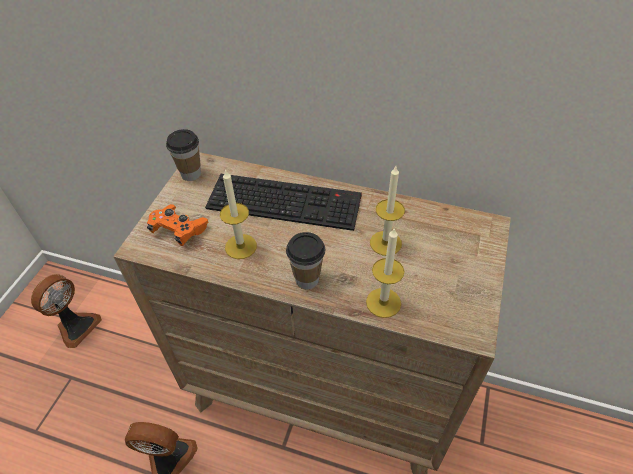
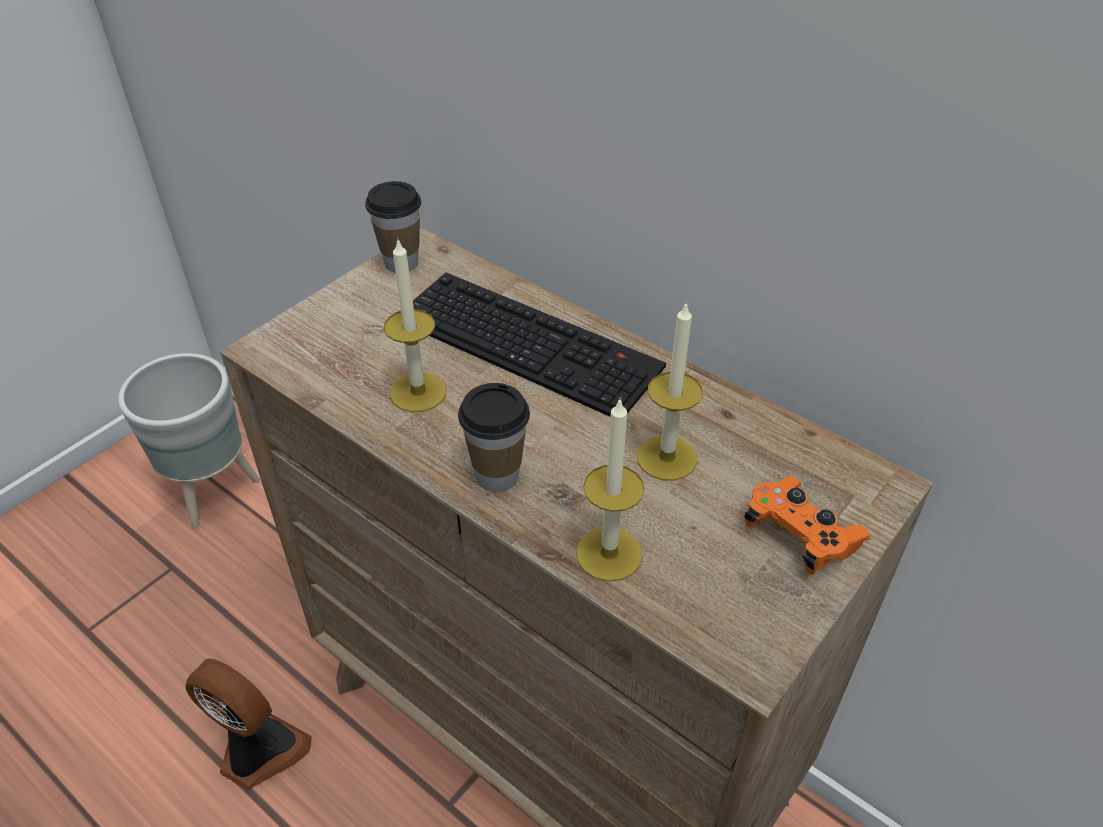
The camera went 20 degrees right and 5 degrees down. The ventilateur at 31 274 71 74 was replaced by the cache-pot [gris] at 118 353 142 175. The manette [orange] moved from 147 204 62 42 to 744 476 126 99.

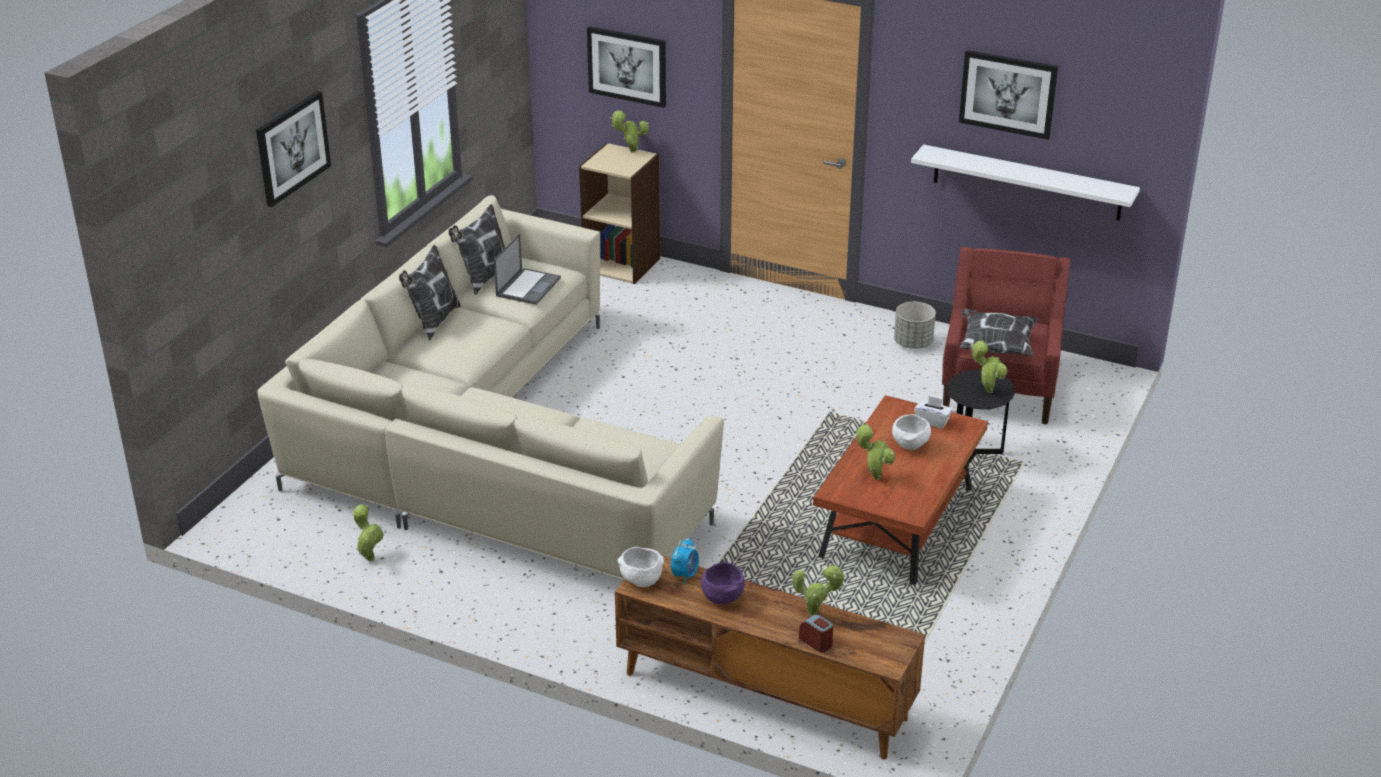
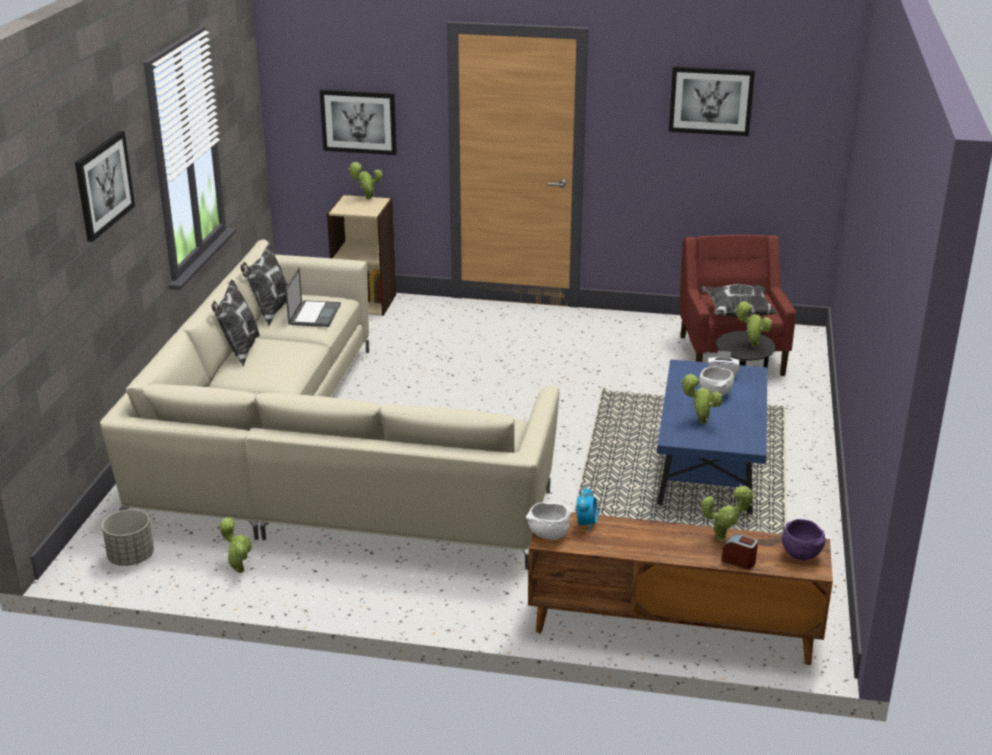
The camera went 15 degrees left and 5 degrees down. The bol [violet] moved from 701 562 44 42 to 782 519 43 41. The table basse [marron] at 813 395 175 190 became the table basse [bleu] at 657 359 111 155. The cache-pot [gris] moved from 894 302 42 47 to 102 509 52 57. The étagère [blanc] at 911 144 229 77 disappeared.

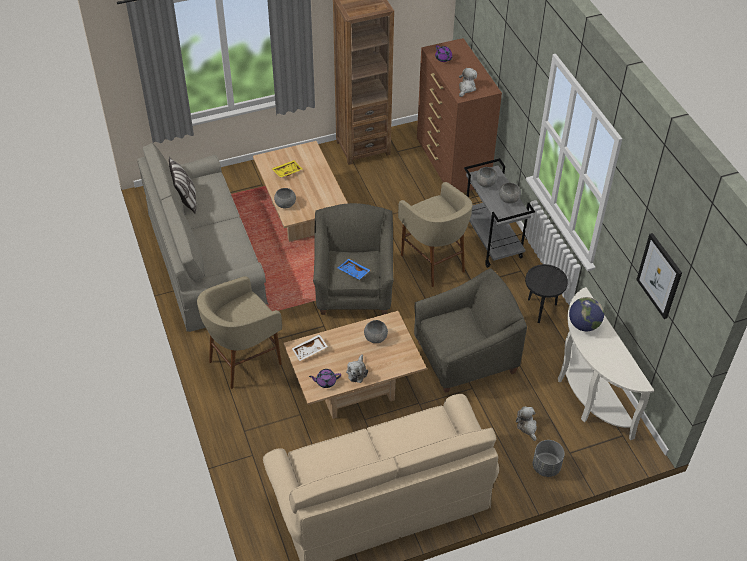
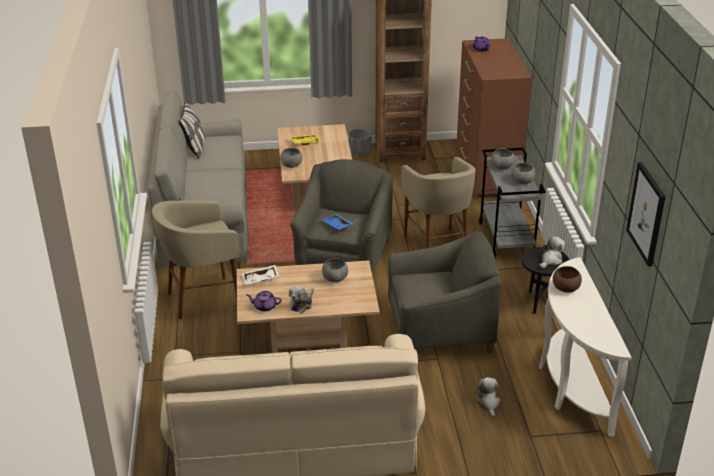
The camera went 15 degrees right and 15 degrees down. The peluche moved from 459 68 18 29 to 540 236 25 32. The cache-pot [gris] moved from 533 440 32 37 to 348 129 24 27. The globe at 569 297 35 34 was replaced by the bol [marron] at 553 266 29 27.

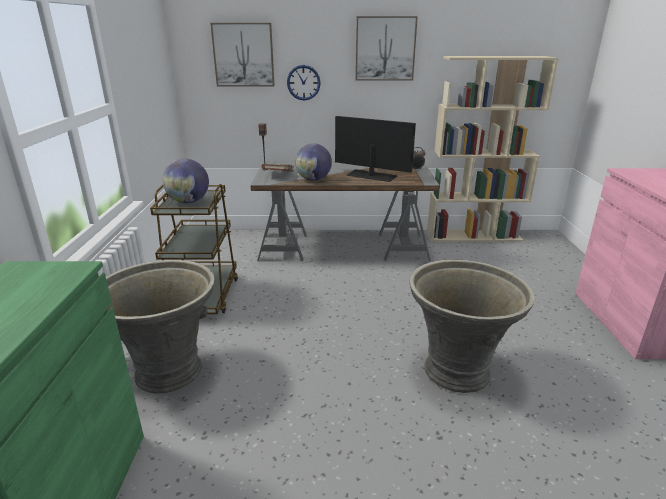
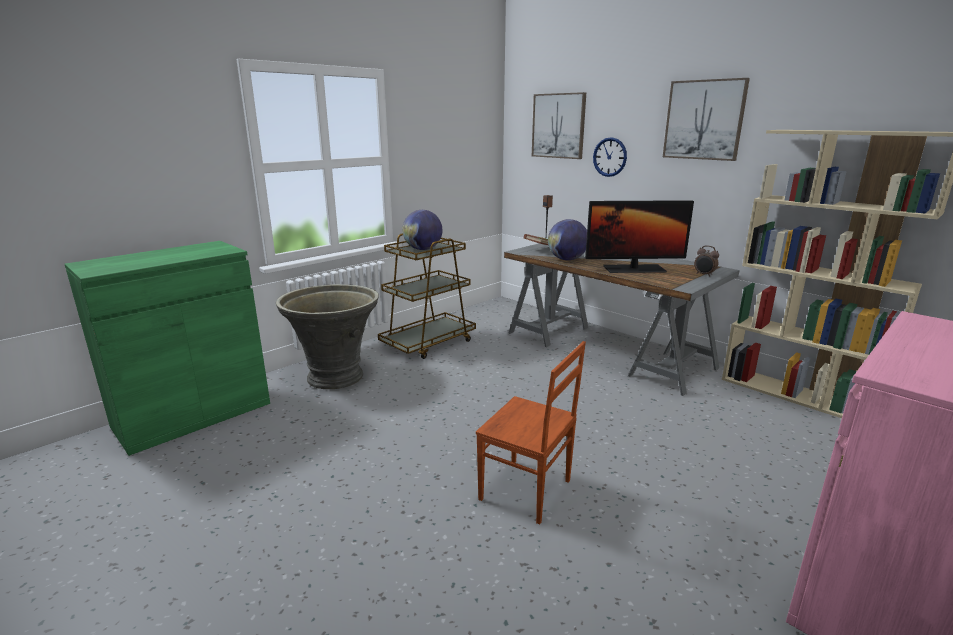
The camera went 45 degrees right and 5 degrees down. The écran d'ordinateur at 335 116 81 66 turned 105 degrees clockwise. The cache-pot [gris] at 409 260 126 133 was replaced by the chaise [marron] at 476 341 110 184.

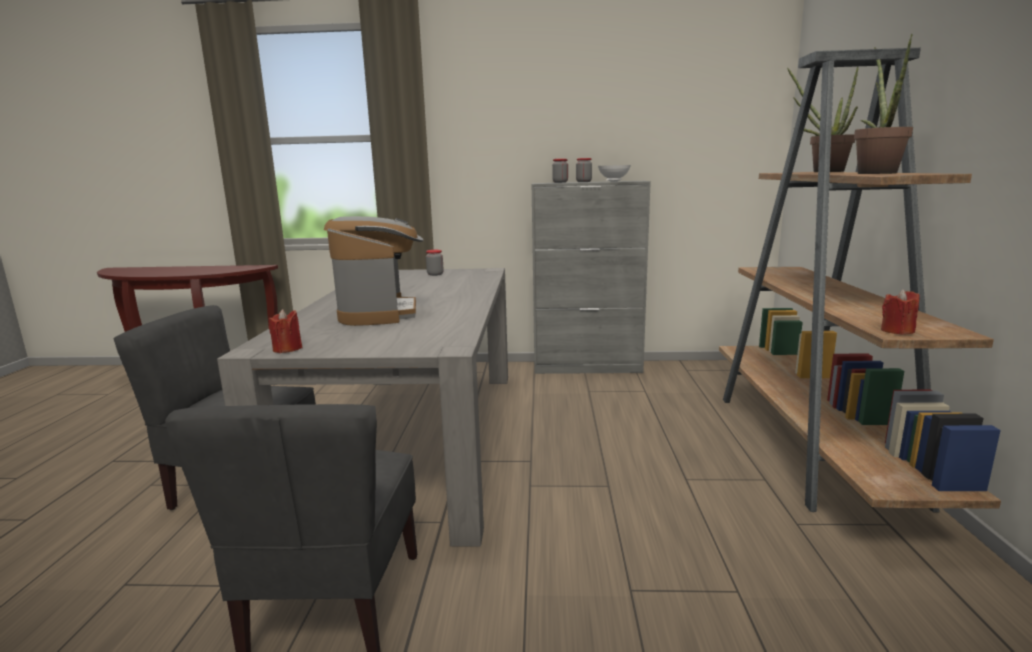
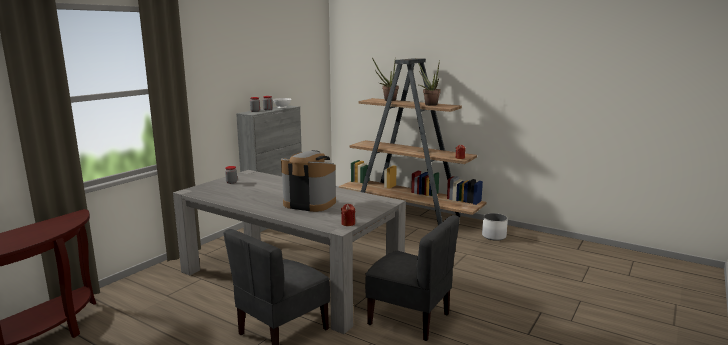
The camera went 60 degrees left and 0 degrees up. The cache-pot [blanc] at 482 213 26 28 appeared.

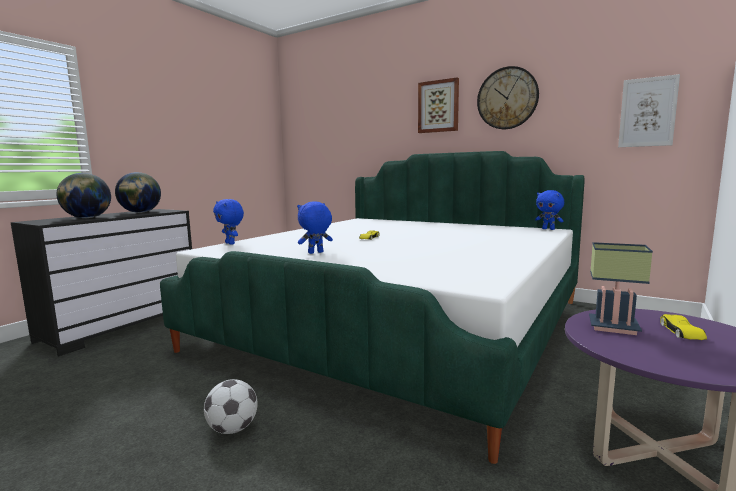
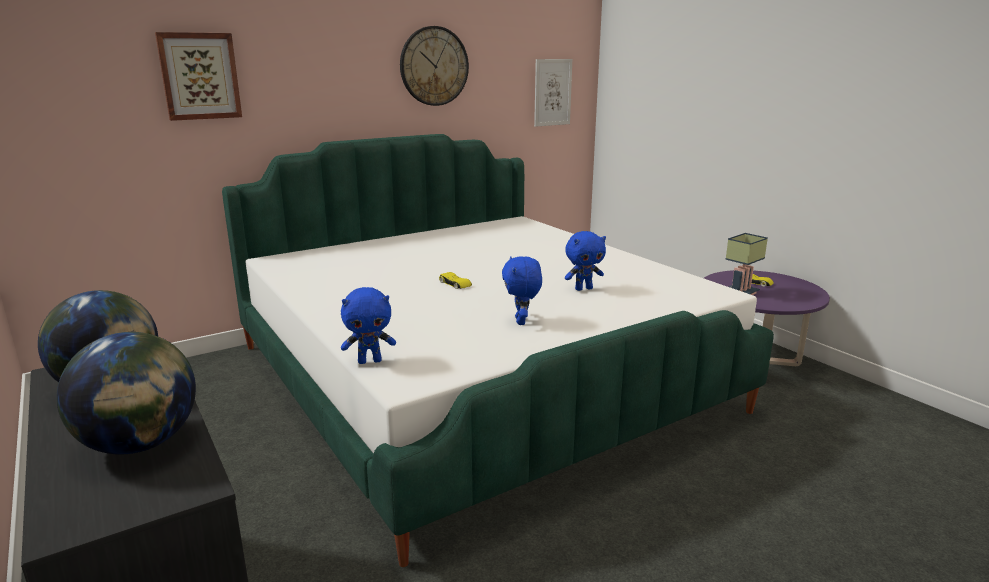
The camera went 65 degrees left and 10 degrees up. The ballon de foot at 204 379 54 55 disappeared. The tableau moved from 418 77 41 56 to 155 32 87 89. The peluche [bleu] moved from 535 190 29 40 to 565 231 41 60.

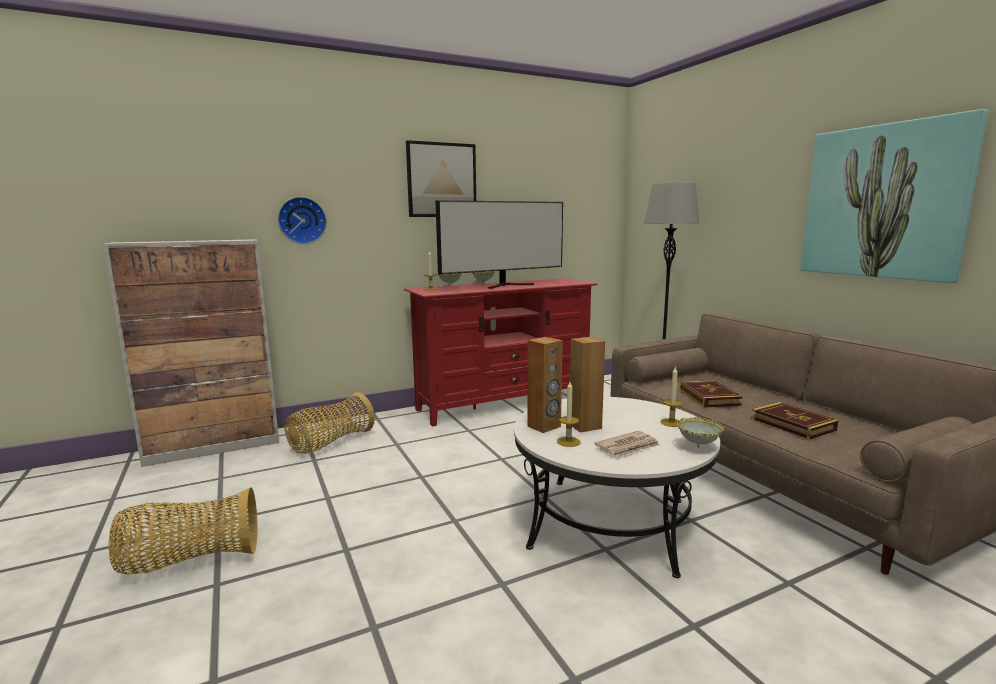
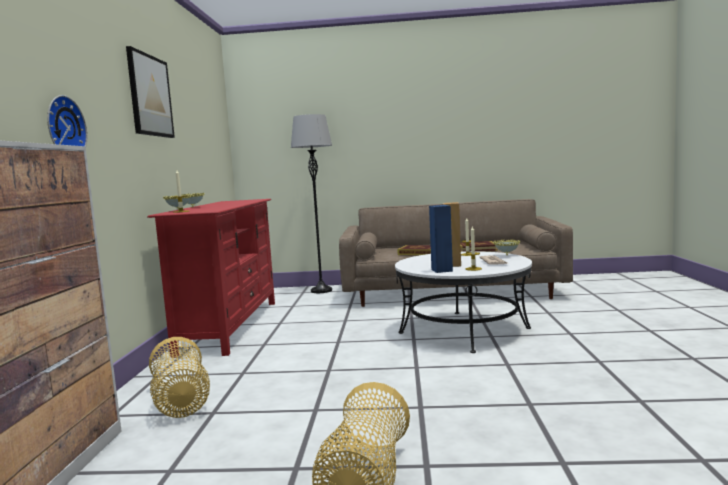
The camera went 60 degrees left and 5 degrees down. The téléviseur at 435 200 128 89 disappeared. The enceinte [marron] at 527 337 36 96 became the enceinte [bleu] at 429 205 24 68. The tableau at 800 109 189 174 disappeared.

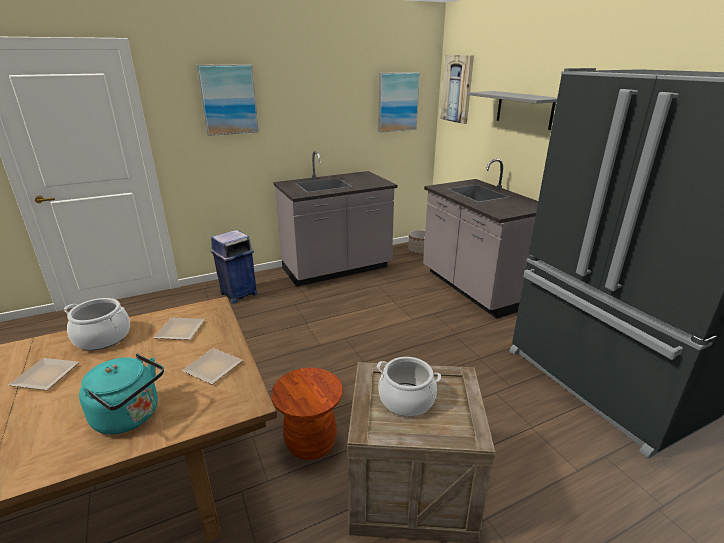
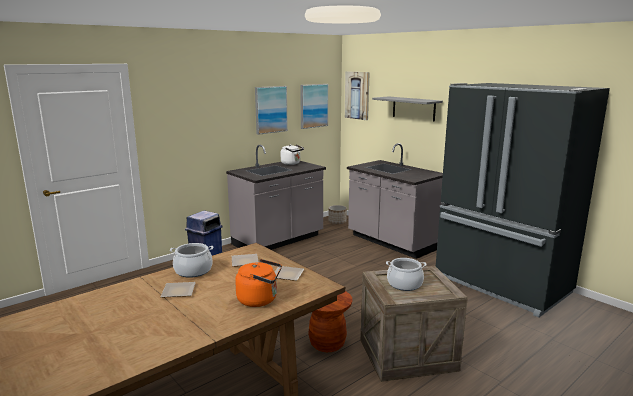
The camera went 15 degrees left and 10 degrees down. The bouilloire [turquoise] at 79 353 85 82 became the bouilloire [orange] at 235 259 47 48. The tableau moved from 197 64 62 72 to 255 86 33 49. The bouilloire [blanc] at 281 144 23 21 appeared.

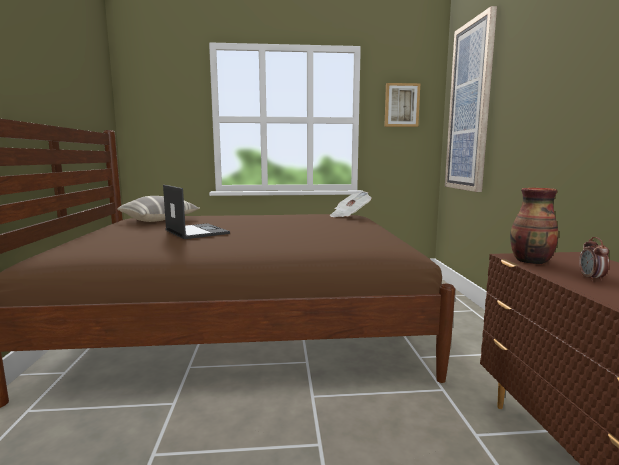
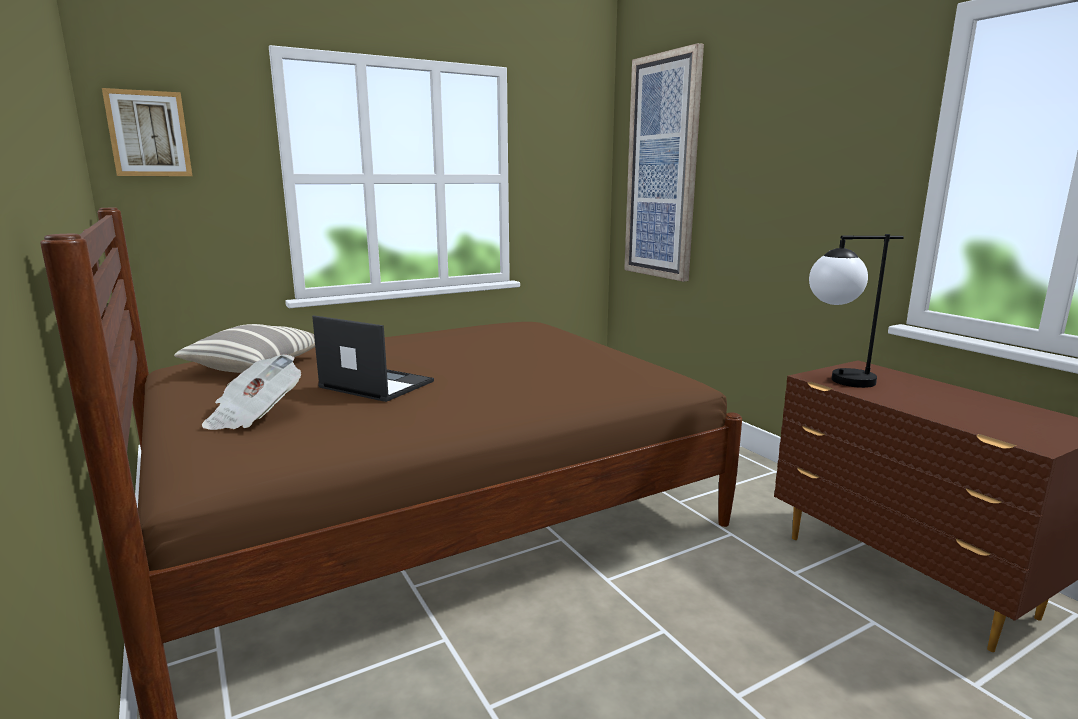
The camera went 25 degrees left and 5 degrees up. The journal moved from 329 192 43 25 to 202 354 99 76. The tableau moved from 384 83 36 44 to 102 88 90 88. The vase at 510 188 48 77 was replaced by the lampe de table at 809 234 95 154. The réveil at 579 237 30 45 disappeared.

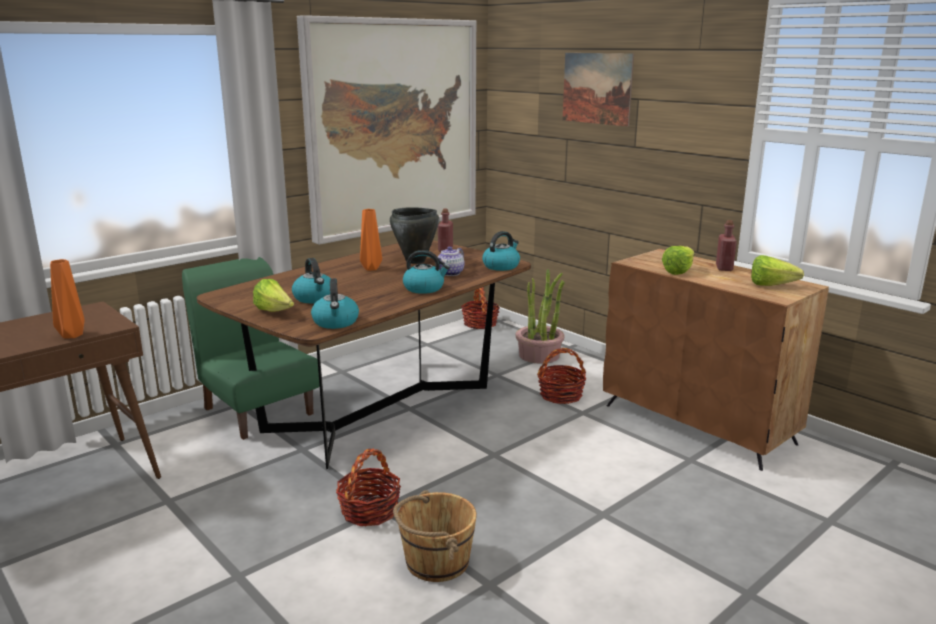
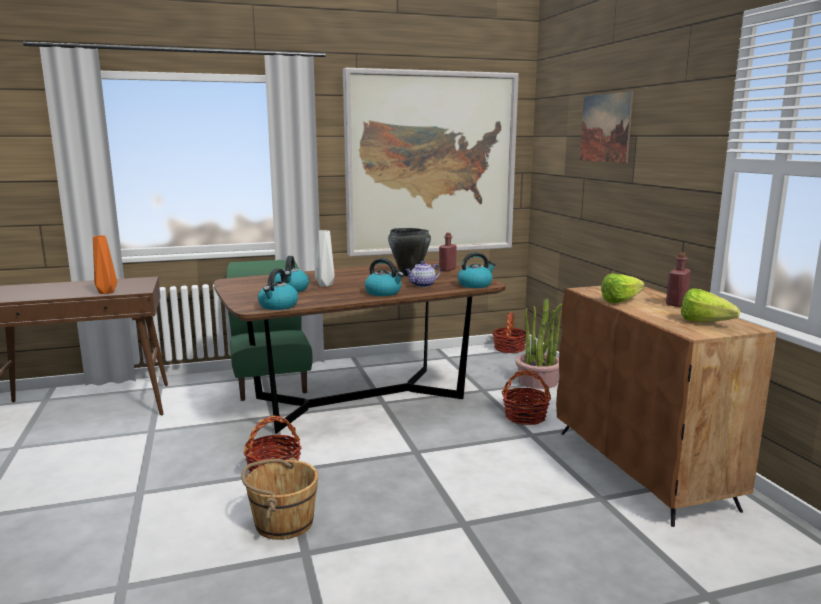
The camera went 25 degrees right and 5 degrees down. The laitue at 253 279 41 33 disappeared. The vase [orange] at 360 209 22 62 disappeared. The vase [blanc] at 315 230 19 57 appeared.

